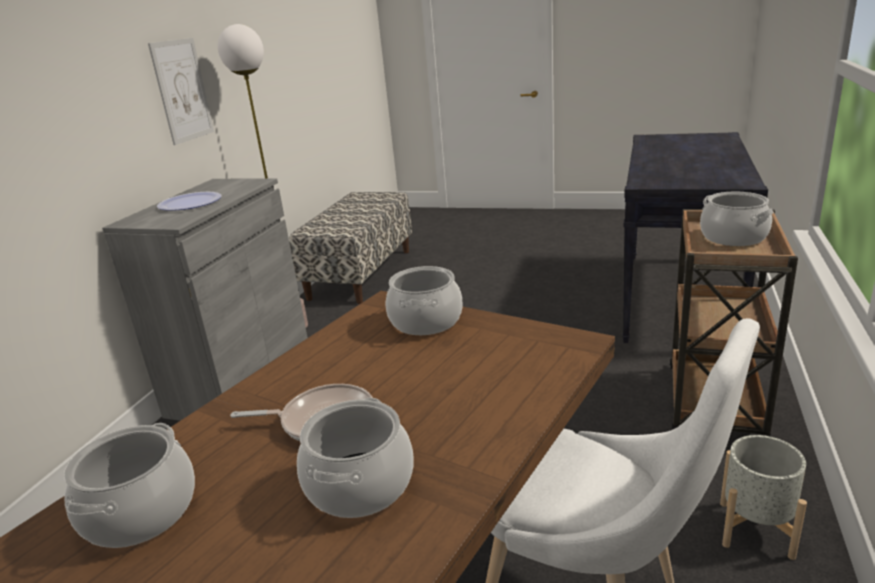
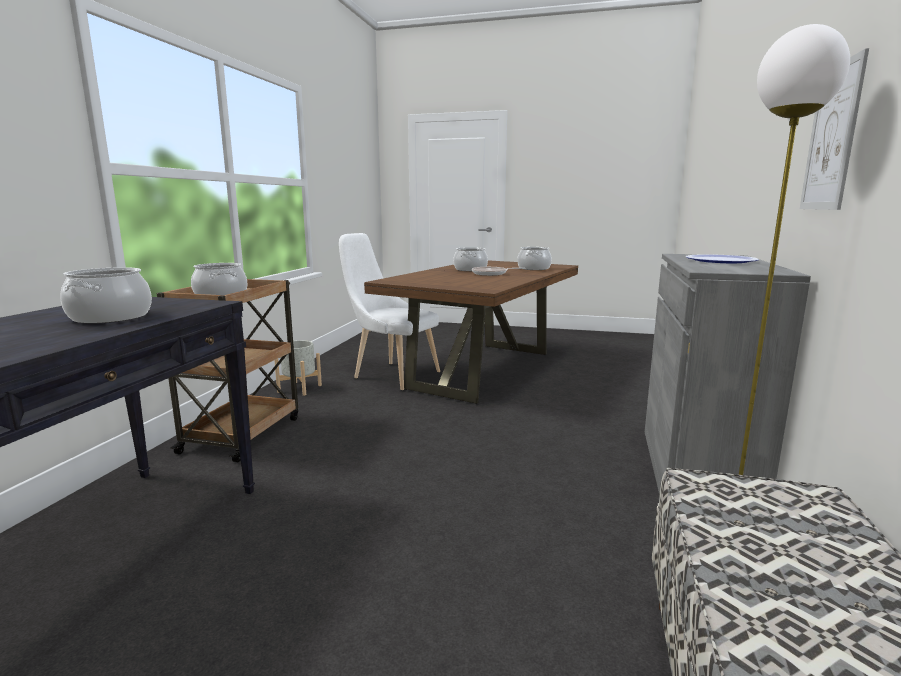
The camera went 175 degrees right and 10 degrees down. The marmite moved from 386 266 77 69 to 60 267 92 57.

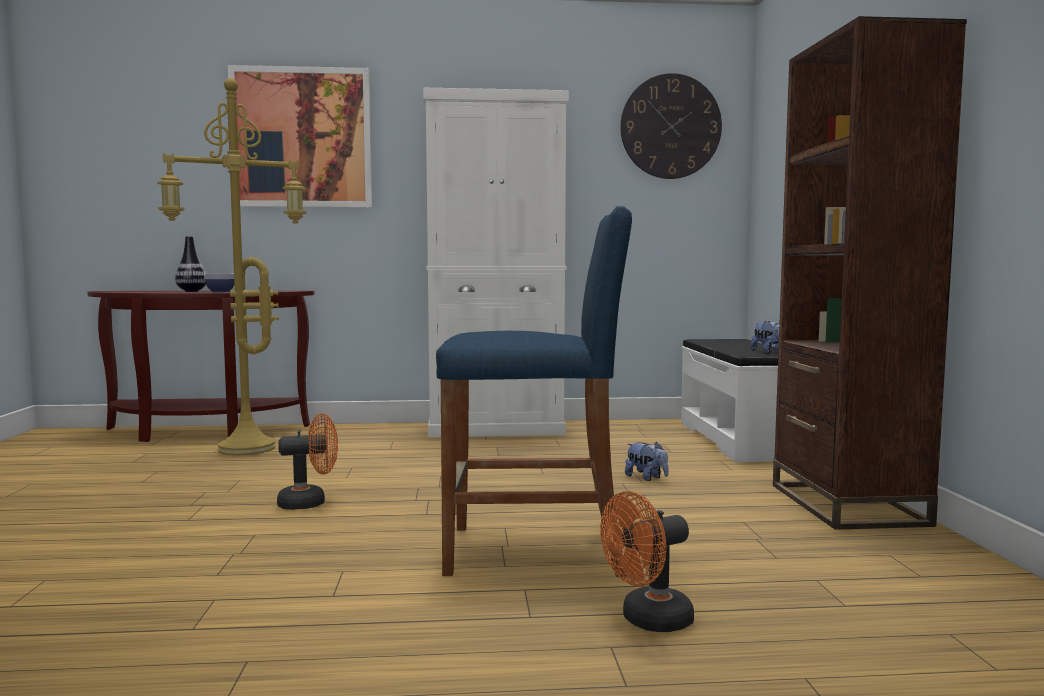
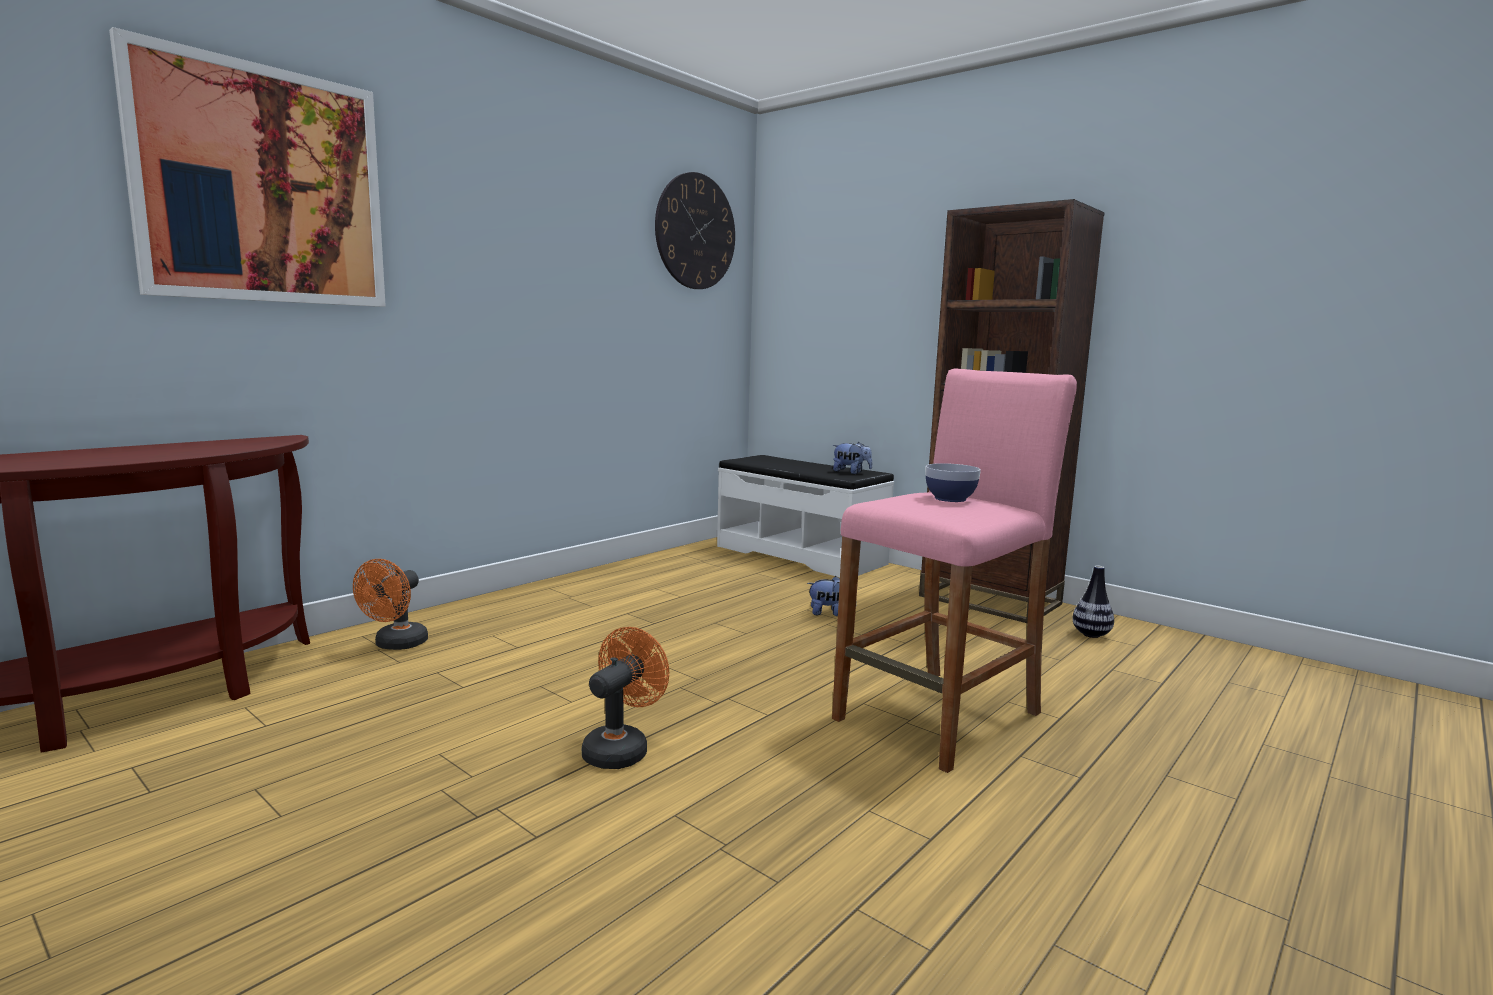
The camera went 45 degrees left and 5 degrees up. The lampadaire [jaune] at 157 78 150 377 disappeared. The vase moved from 175 236 31 56 to 1073 565 41 73. The bol moved from 204 274 30 18 to 925 463 56 39. The meuble de rangement [blanc] at 423 88 146 350 disappeared. The tabouret [bleu] at 436 206 196 371 became the tabouret [rose] at 832 368 245 405. The ventilateur [orange] moved from 600 491 94 141 to 353 559 75 91.

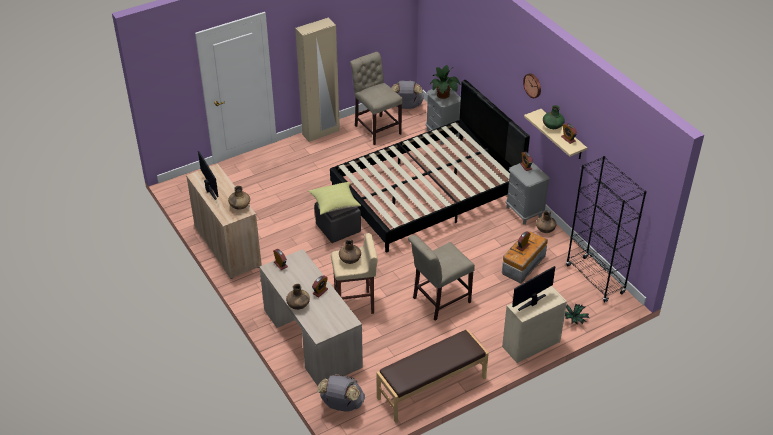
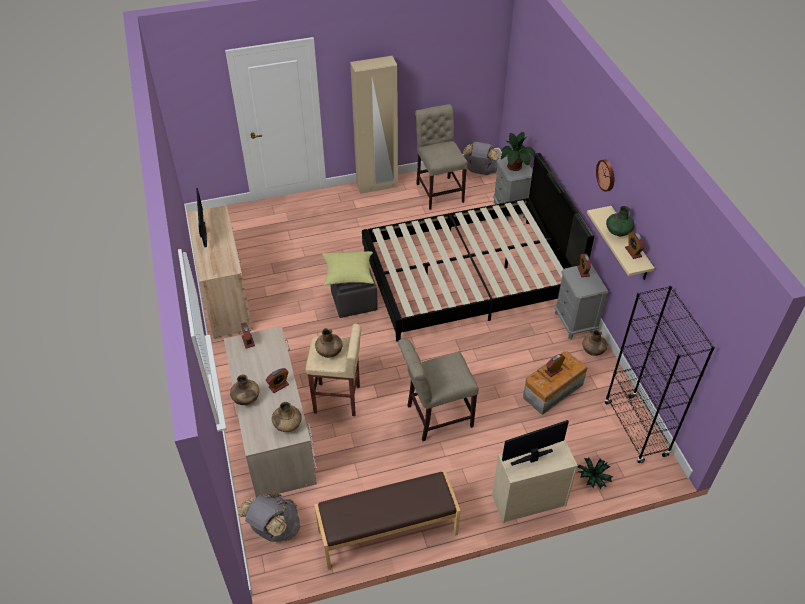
The camera went 15 degrees right and 5 degrees up. The vase [marron] moved from 228 186 22 24 to 272 402 30 30.

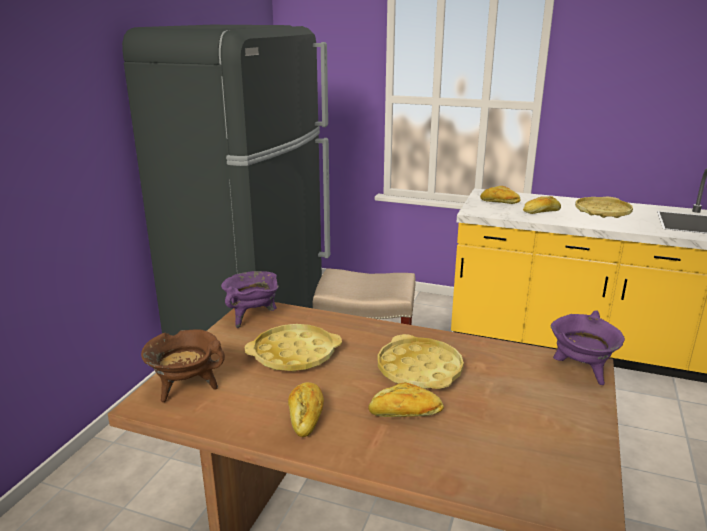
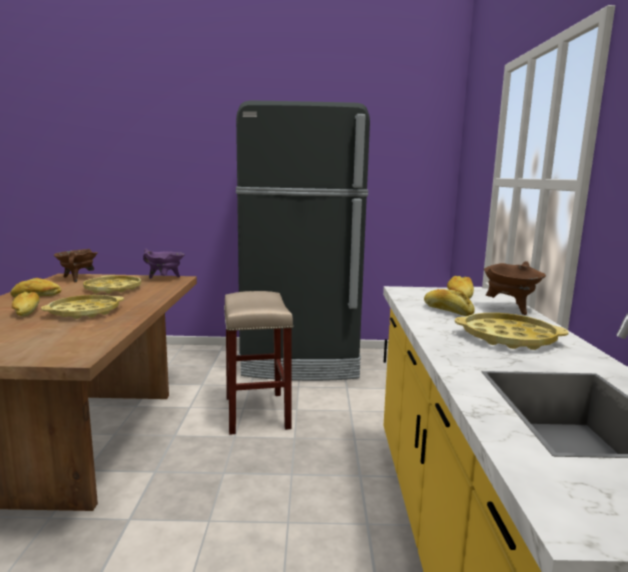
The camera went 70 degrees right and 10 degrees down. The marmite [violet] at 550 310 75 75 disappeared. The marmite [marron] at 484 261 62 54 appeared.

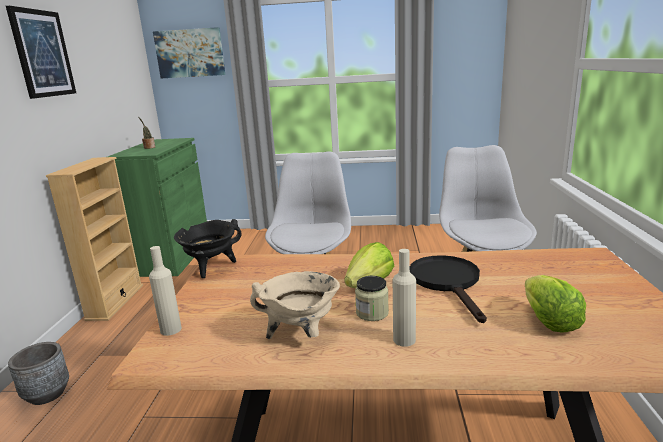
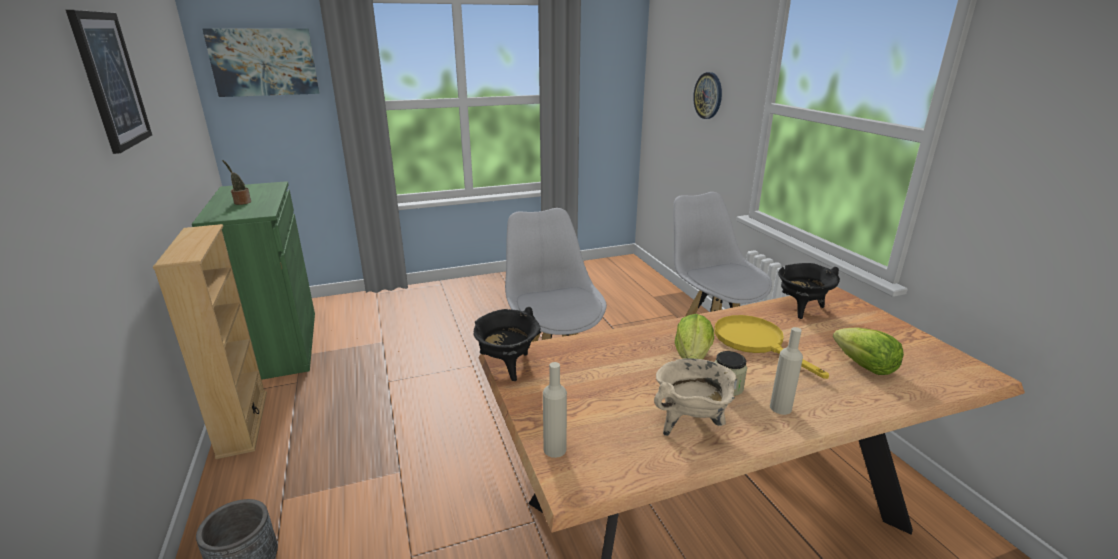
The camera went 25 degrees left and 5 degrees up. The poêle [noir] at 409 255 78 68 became the poêle [jaune] at 715 315 114 64. The horloge murale at 693 72 29 47 appeared. The marmite [noir] at 778 263 62 56 appeared.

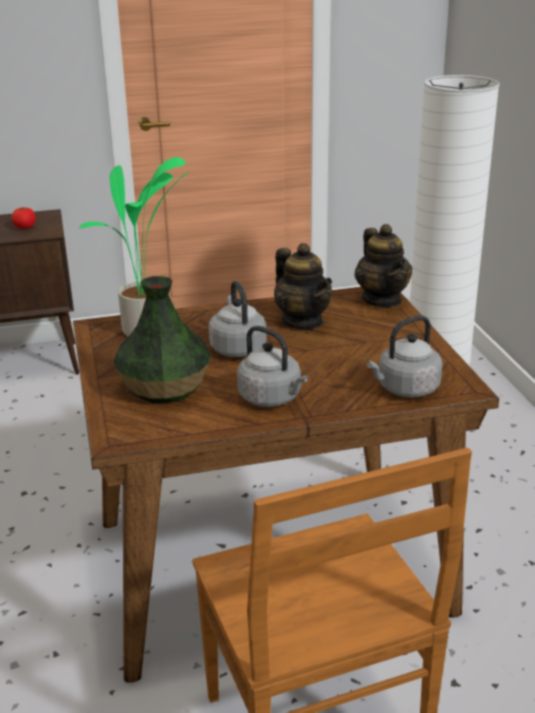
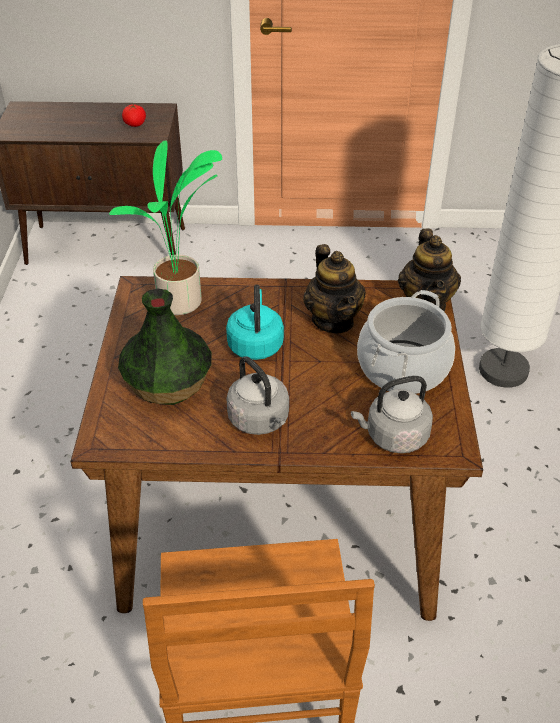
The camera went 15 degrees right and 15 degrees up. The bouilloire [gris] at 209 281 58 76 became the bouilloire [turquoise] at 226 285 58 75. The marmite at 357 290 98 104 appeared.

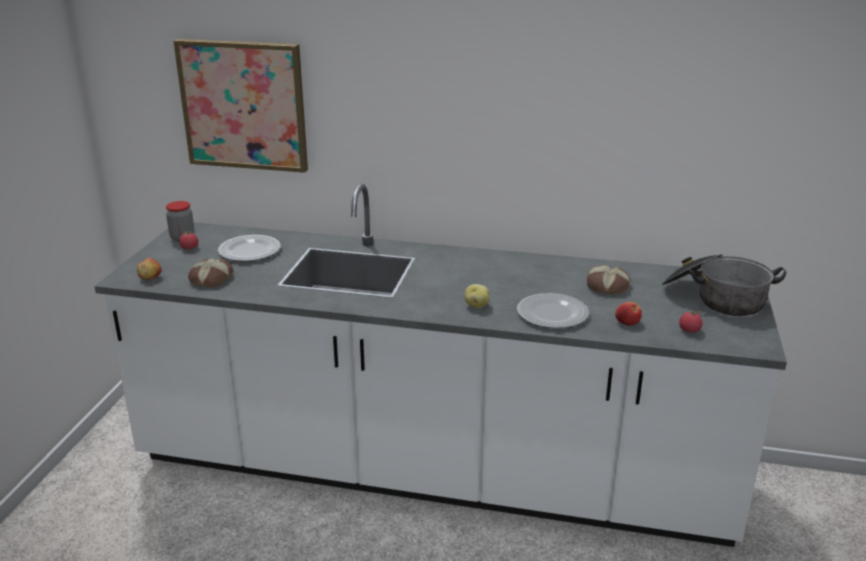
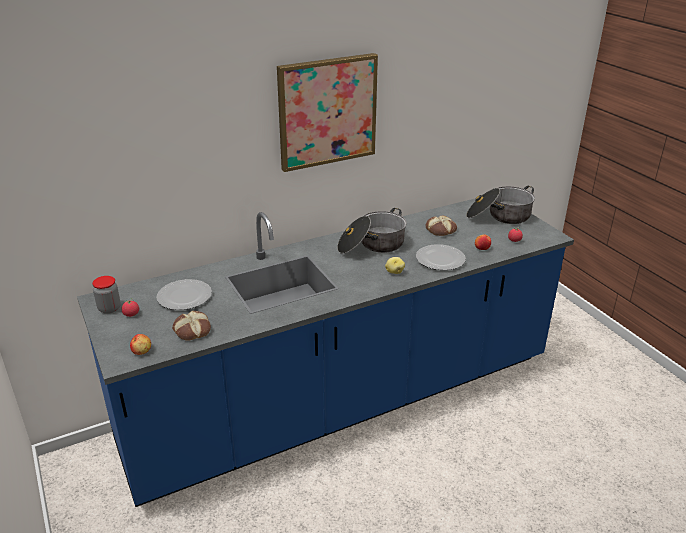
The camera went 40 degrees left and 5 degrees up. The comptoir de cuisine [blanc] at 94 184 693 363 became the comptoir de cuisine [bleu] at 77 198 497 309. The tableau moved from 173 39 135 134 to 277 53 101 119. The marmite at 337 208 70 46 appeared.

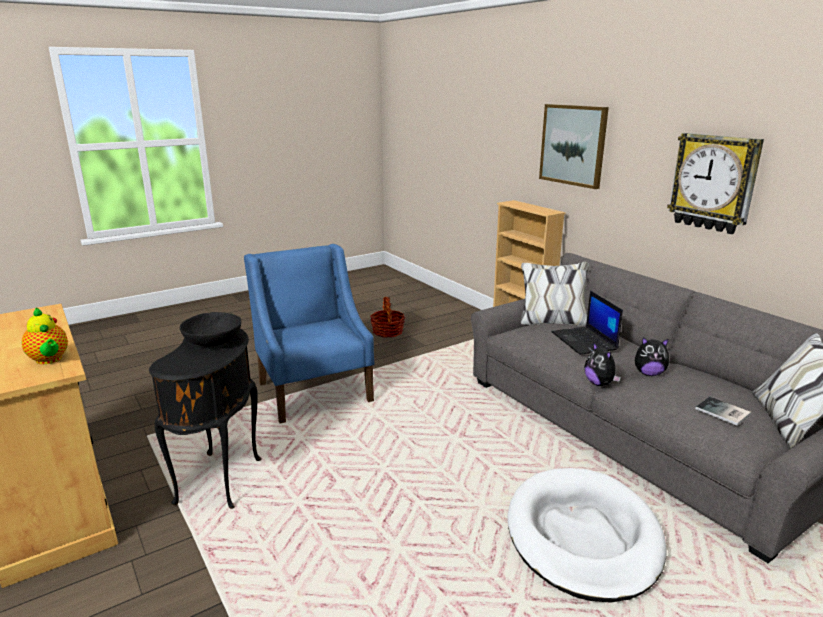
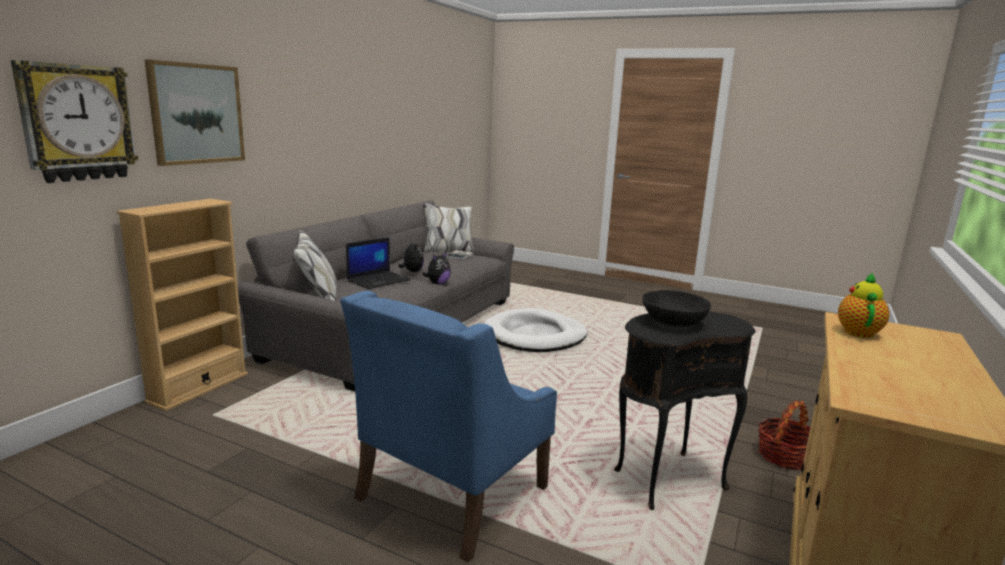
The camera went 120 degrees left and 5 degrees down. The panier moved from 370 297 35 40 to 758 401 52 69. The horloge murale moved from 667 133 97 101 to 11 60 127 123.

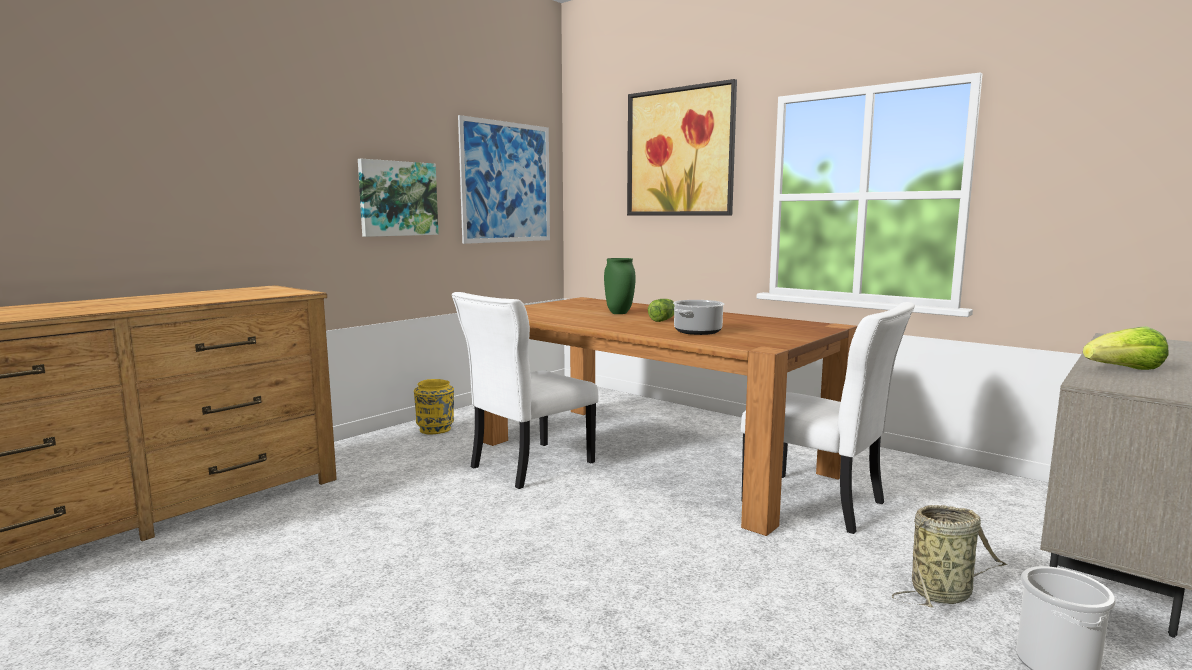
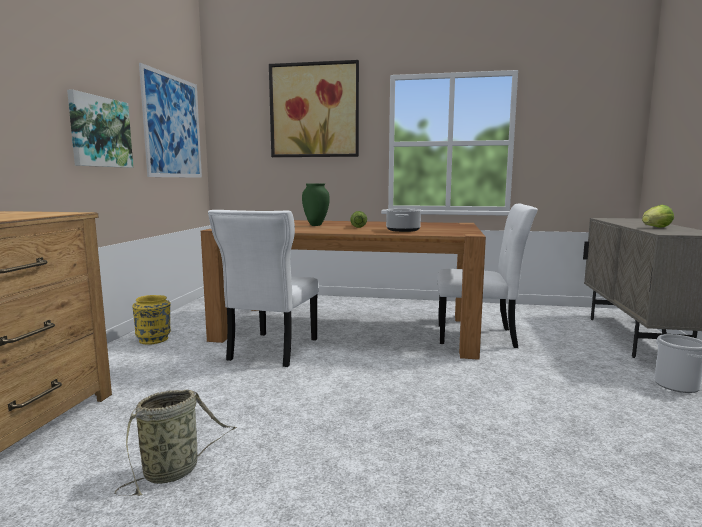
The camera went 30 degrees left and 0 degrees up. The panier moved from 892 505 115 102 to 114 390 123 106.

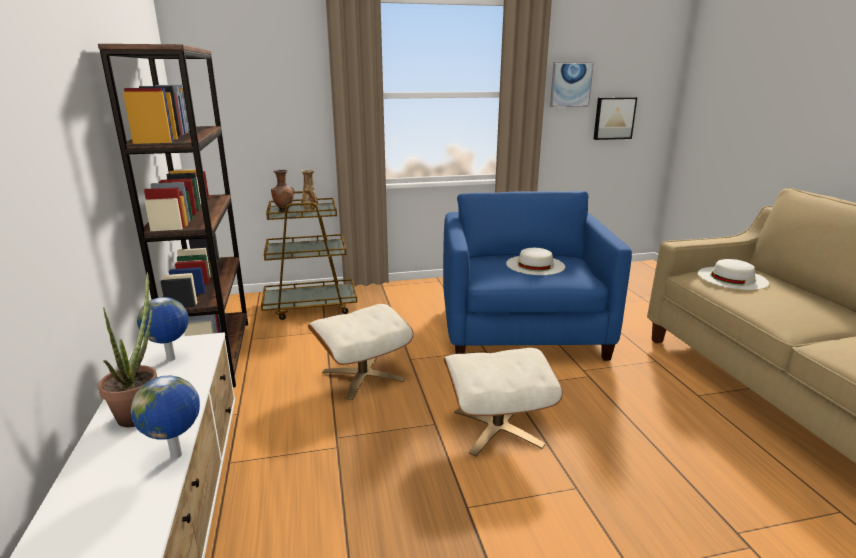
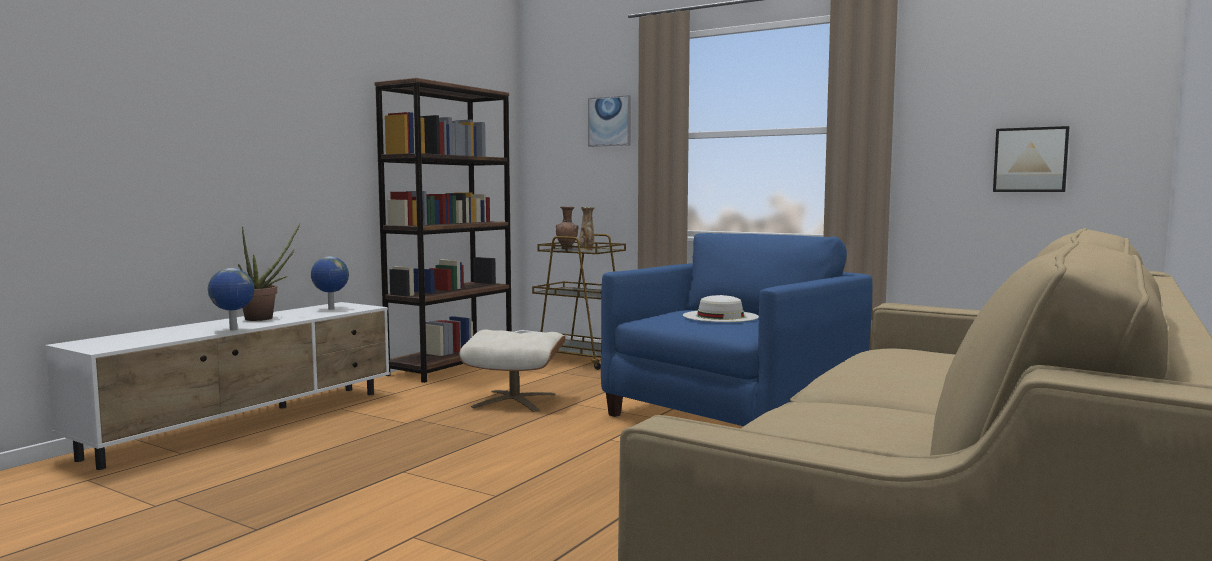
The camera went 45 degrees right and 15 degrees down. The pouf [beige] at 444 348 119 109 disappeared. The tableau moved from 550 62 44 45 to 588 95 43 52. The chapeau [blanc] at 698 259 71 31 disappeared.

